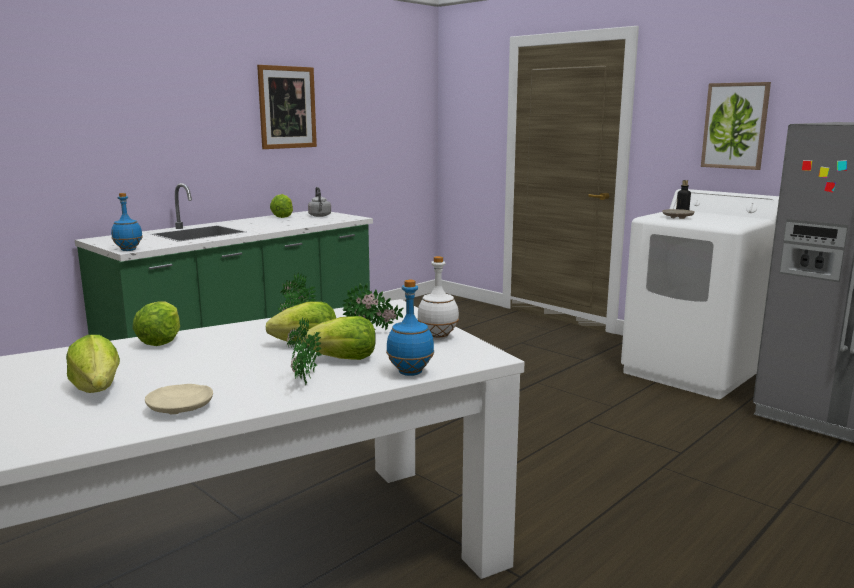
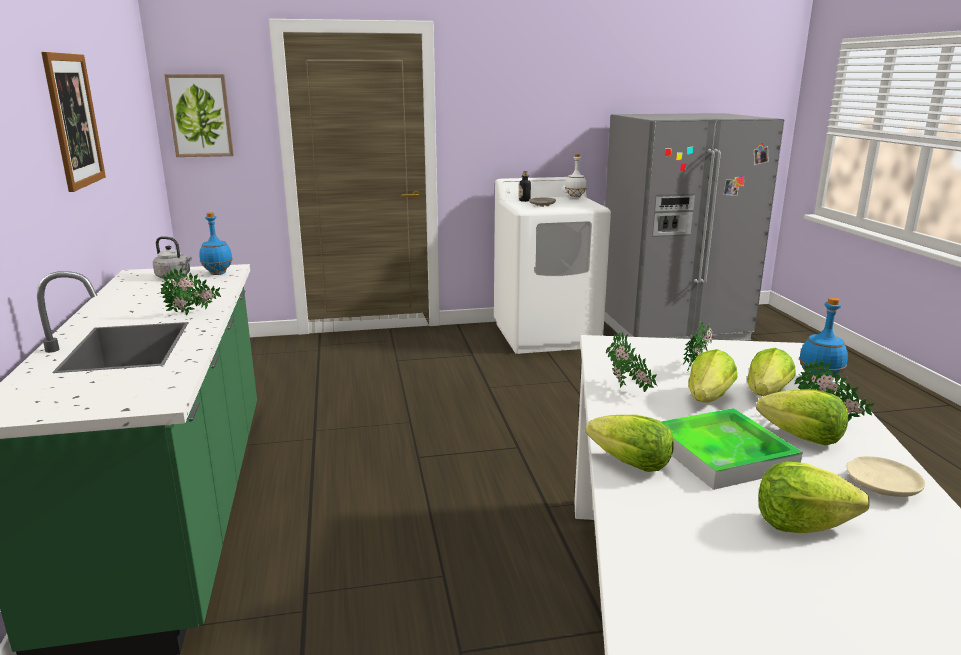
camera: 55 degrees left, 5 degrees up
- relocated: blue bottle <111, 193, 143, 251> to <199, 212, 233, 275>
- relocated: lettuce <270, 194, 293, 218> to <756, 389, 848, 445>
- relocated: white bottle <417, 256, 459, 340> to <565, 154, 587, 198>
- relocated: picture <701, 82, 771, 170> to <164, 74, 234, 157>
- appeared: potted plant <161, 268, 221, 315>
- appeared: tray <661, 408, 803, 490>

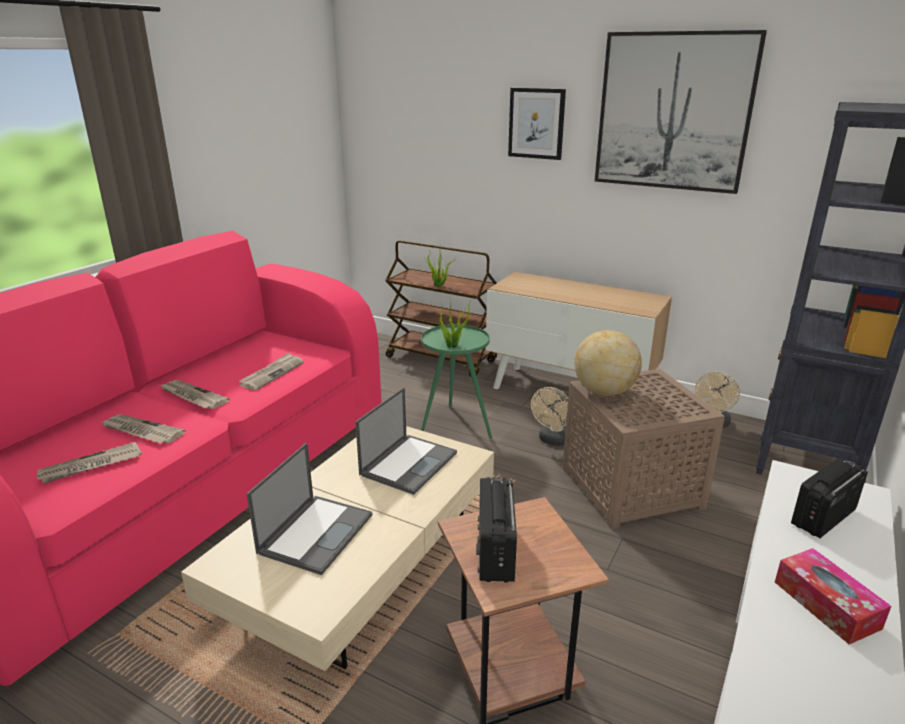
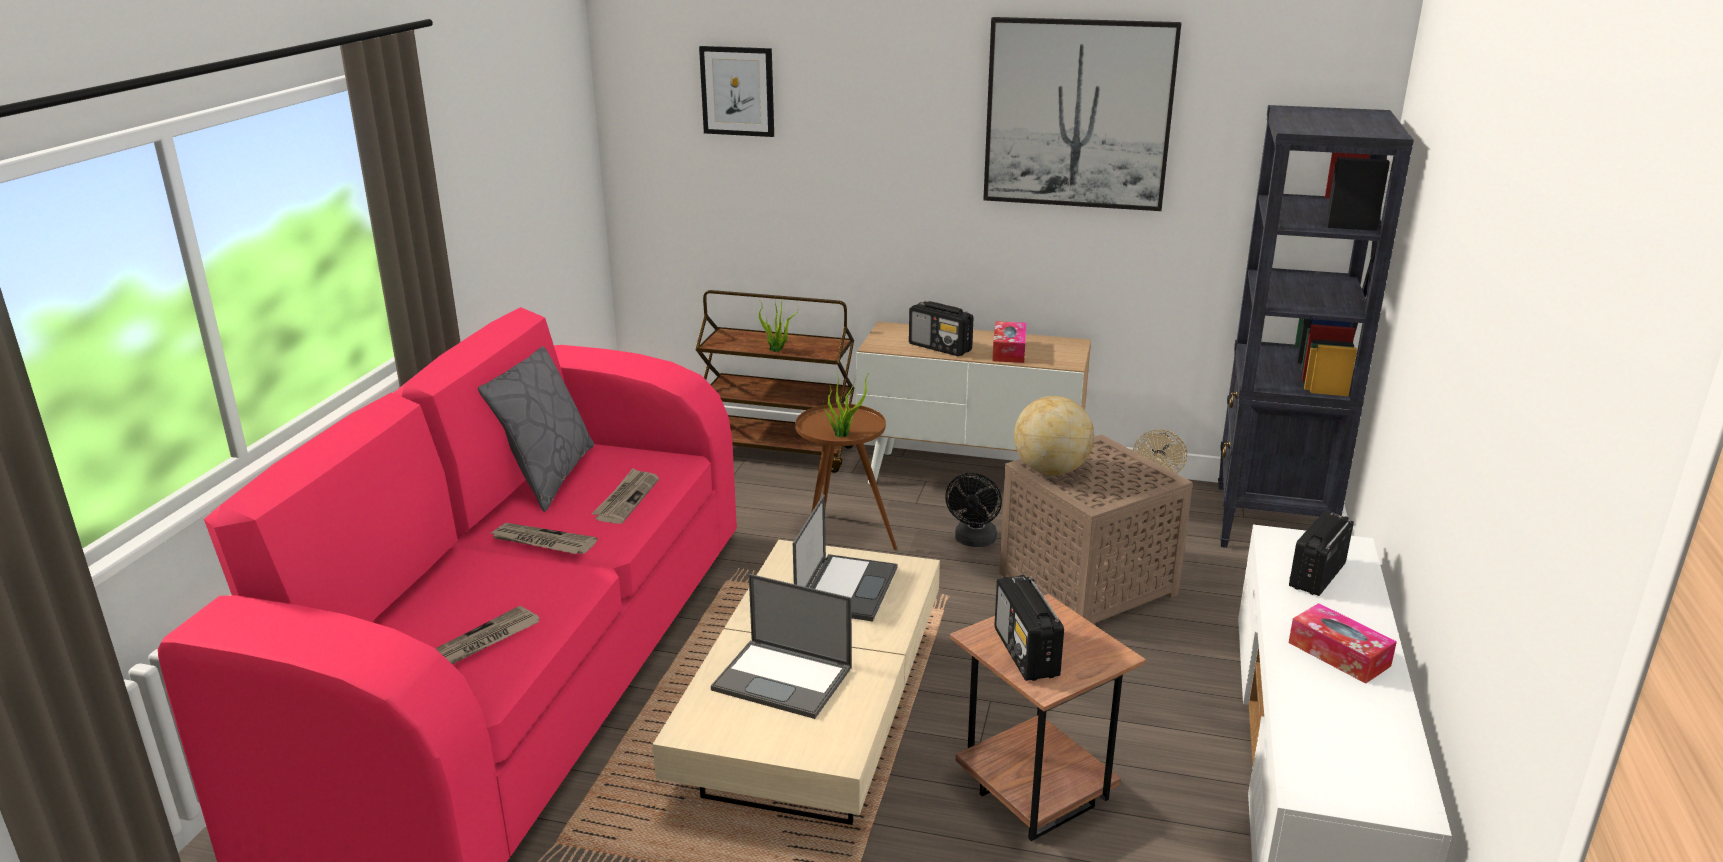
camera: 15 degrees left, 0 degrees up
- missing: newspaper <101, 414, 186, 443>
- spun: laptop <247, 443, 372, 575> = <711, 574, 852, 719> 105 degrees clockwise
- colour: green side table <421, 324, 492, 439> to brown side table <795, 404, 897, 550>
- relocated: picture <508, 88, 566, 160> to <699, 46, 774, 137>
- colour: beige fan <531, 387, 569, 446> to black fan <945, 473, 1002, 547>
- appeared: grey pillow <478, 346, 594, 512>
- appeared: radio <909, 301, 974, 356>
- appeared: tissue box <992, 321, 1026, 363>

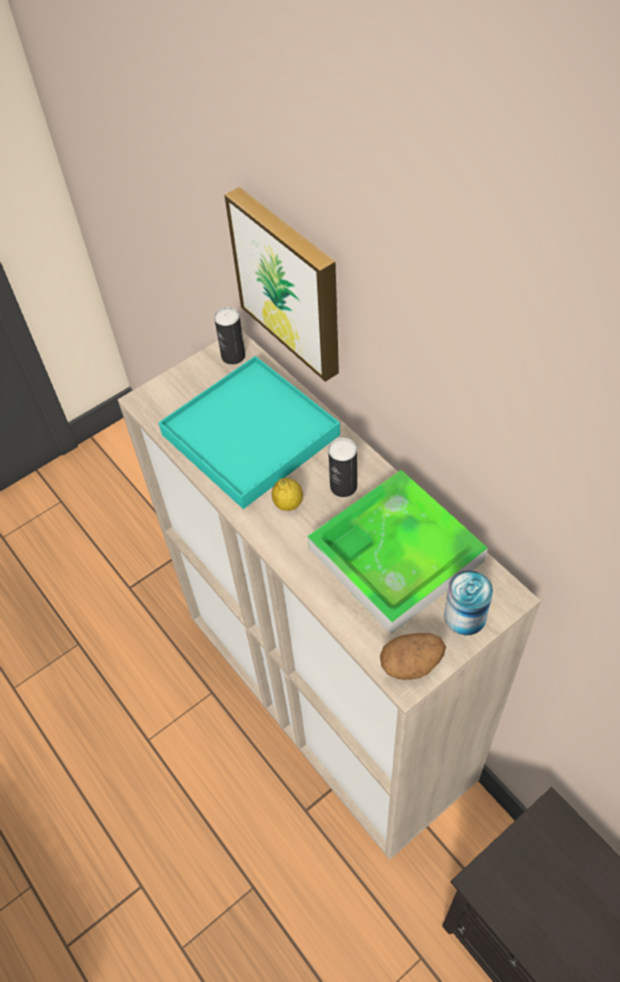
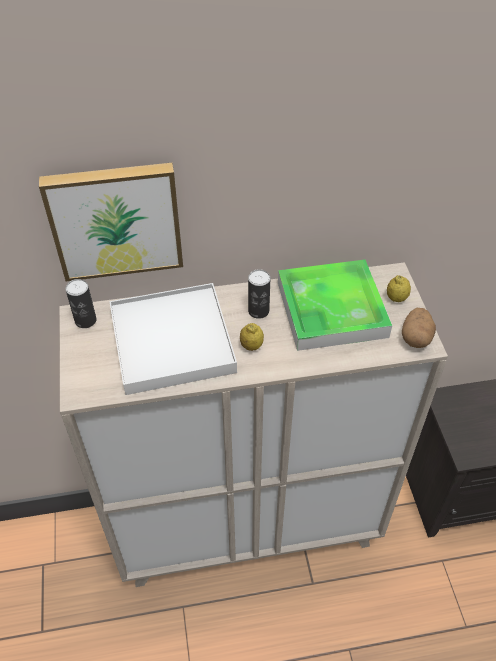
camera: 65 degrees left, 5 degrees down
- colour: turquoise tray <159, 356, 340, 509> to white tray <109, 283, 237, 395>
- exchanged: can <444, 570, 493, 635> to lemon <387, 275, 411, 302>

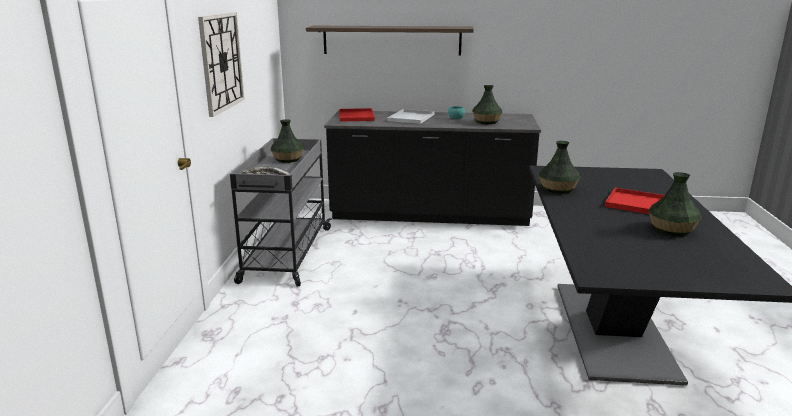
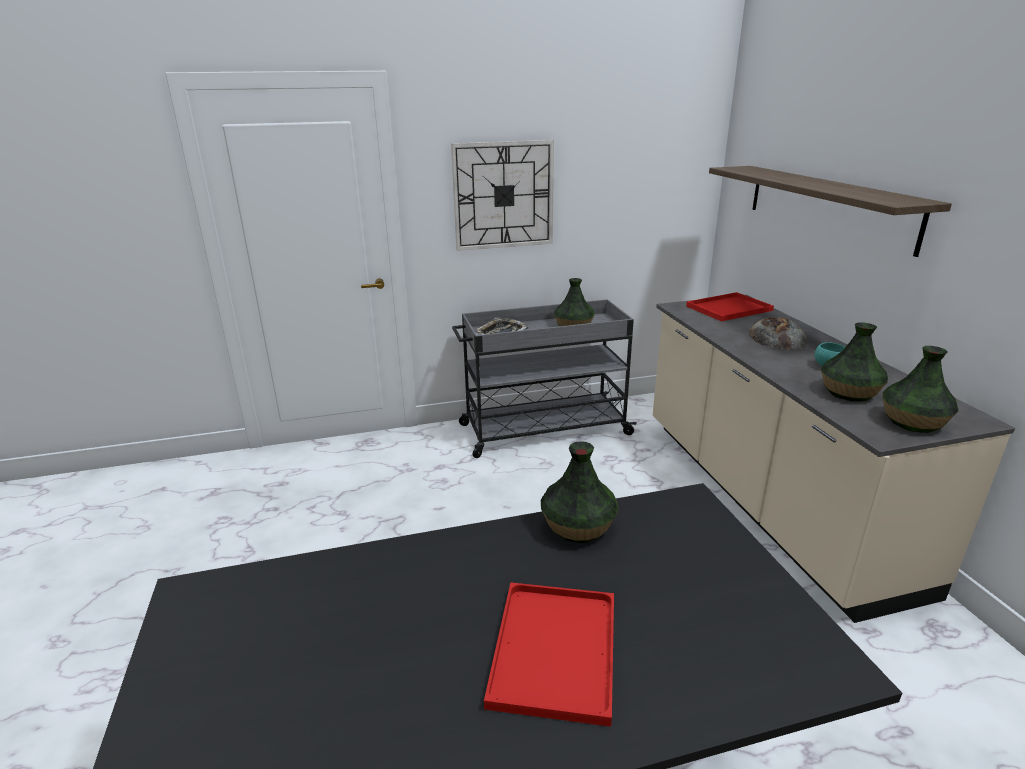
camera: 70 degrees right, 5 degrees up
- colour: black counter <324, 110, 541, 226> to beige counter <653, 295, 1015, 623>
- exchanged: white tray <387, 109, 434, 124> to bread <749, 317, 807, 350>
- relocated: vase <649, 172, 701, 236> to <882, 346, 959, 433>

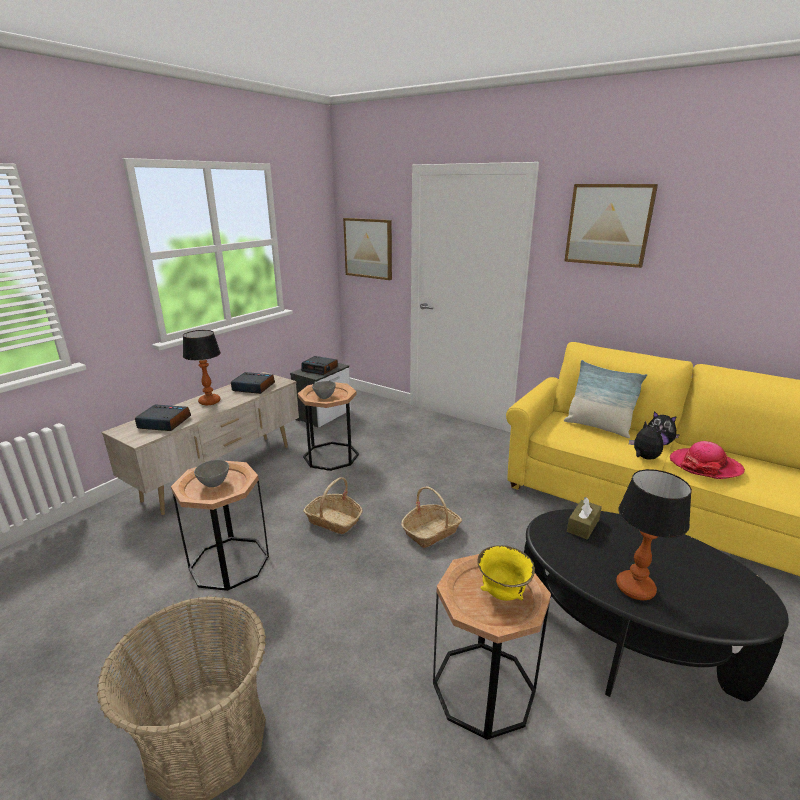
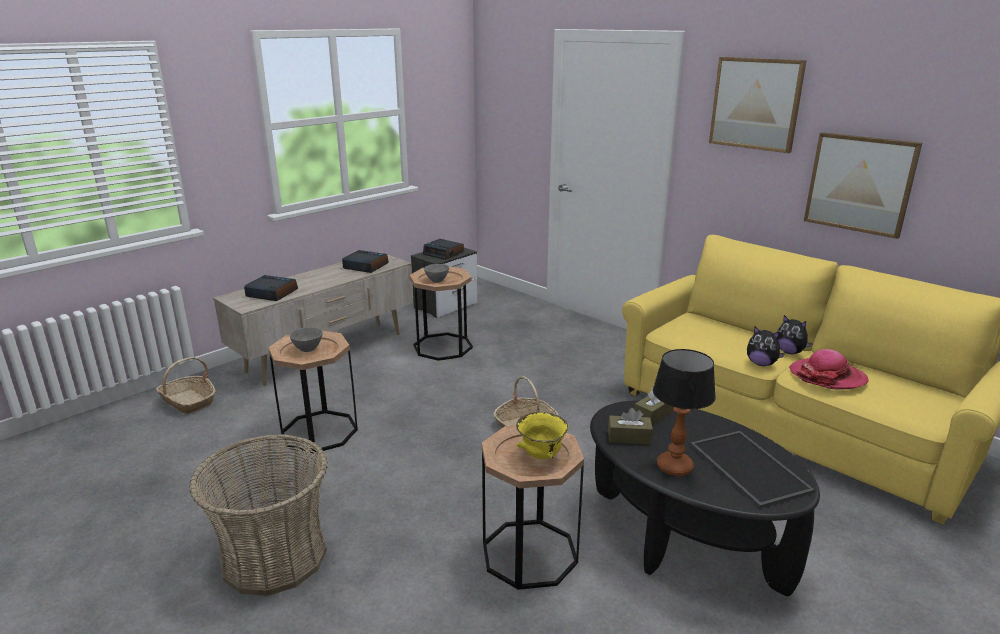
camera: 10 degrees right, 0 degrees up
- missing: table lamp <183, 330, 221, 405>
- relocated: basket <303, 477, 363, 534> to <156, 357, 216, 414>
- relocated: picture <343, 218, 392, 280> to <804, 132, 922, 239>
- missing: pillow <564, 360, 647, 438>
- spun: plush toy <629, 421, 664, 460> = <747, 327, 785, 366> 135 degrees clockwise
- appeared: brown tissue box <608, 408, 653, 445>
- appeared: tray <690, 431, 815, 509>

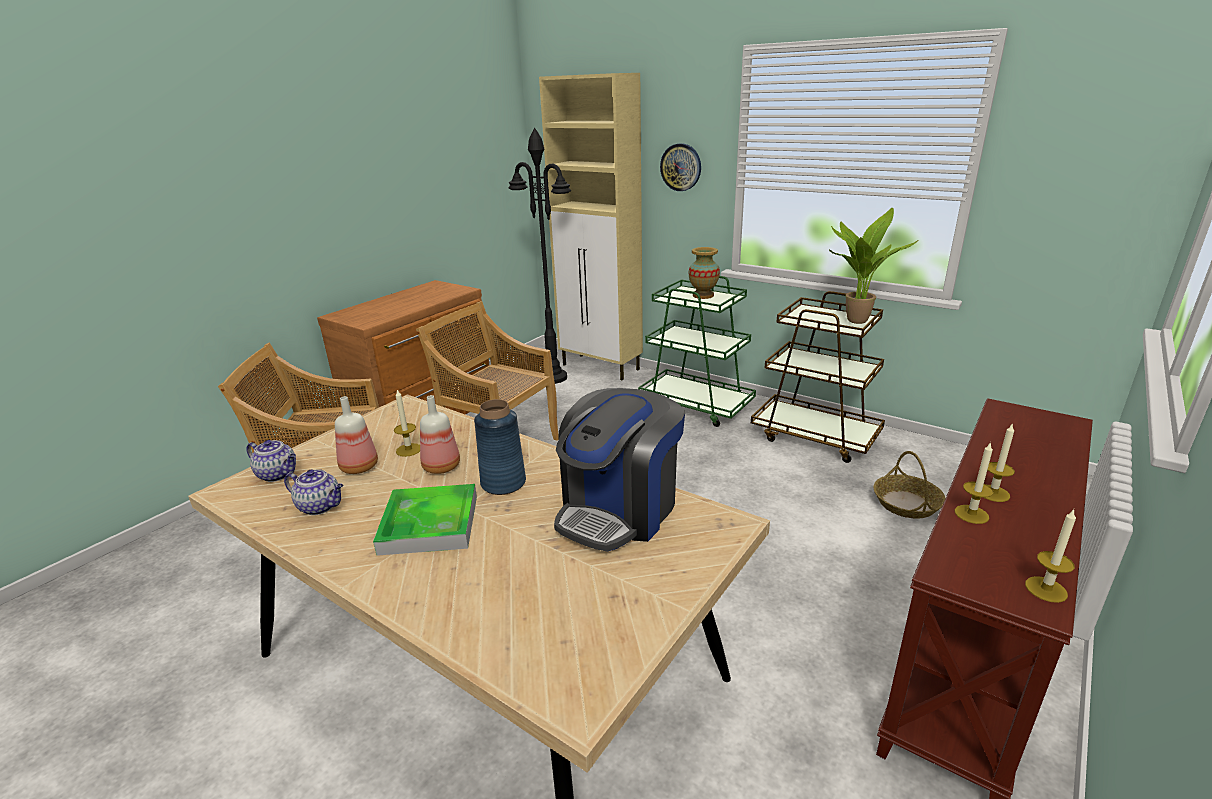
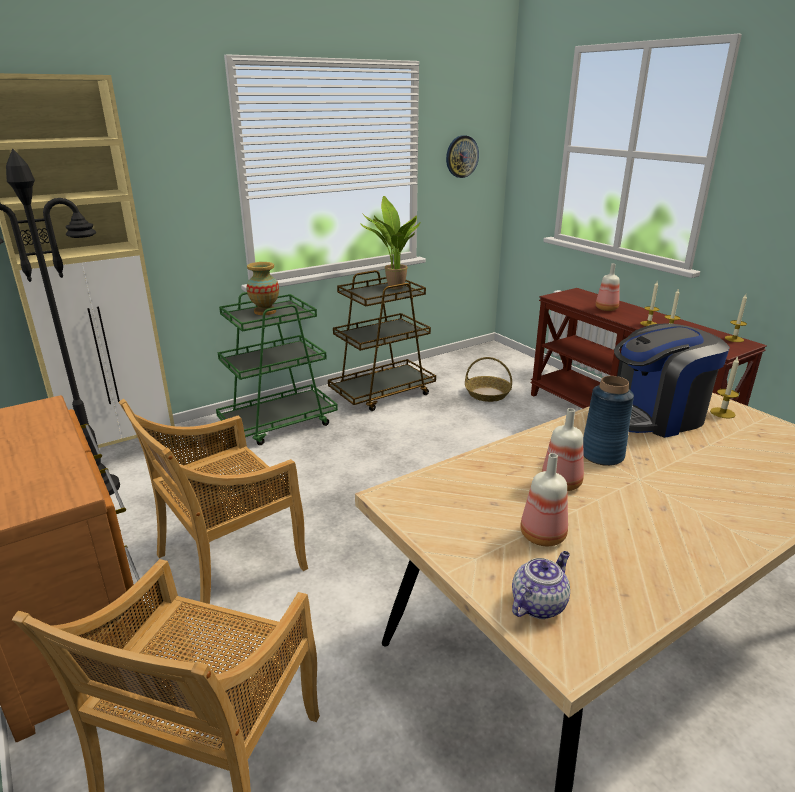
camera: 70 degrees left, 0 degrees up
- missing: teapot <284, 469, 343, 515>
- missing: tray <373, 484, 477, 556>
- relocated: candle <394, 390, 420, 457> to <710, 356, 739, 419>
- spun: coffee machine <554, 388, 685, 552> = <614, 324, 730, 438> 105 degrees clockwise
- relocated: wall clock <660, 143, 701, 191> to <446, 135, 479, 178>
- appeared: bottle <596, 263, 620, 311>

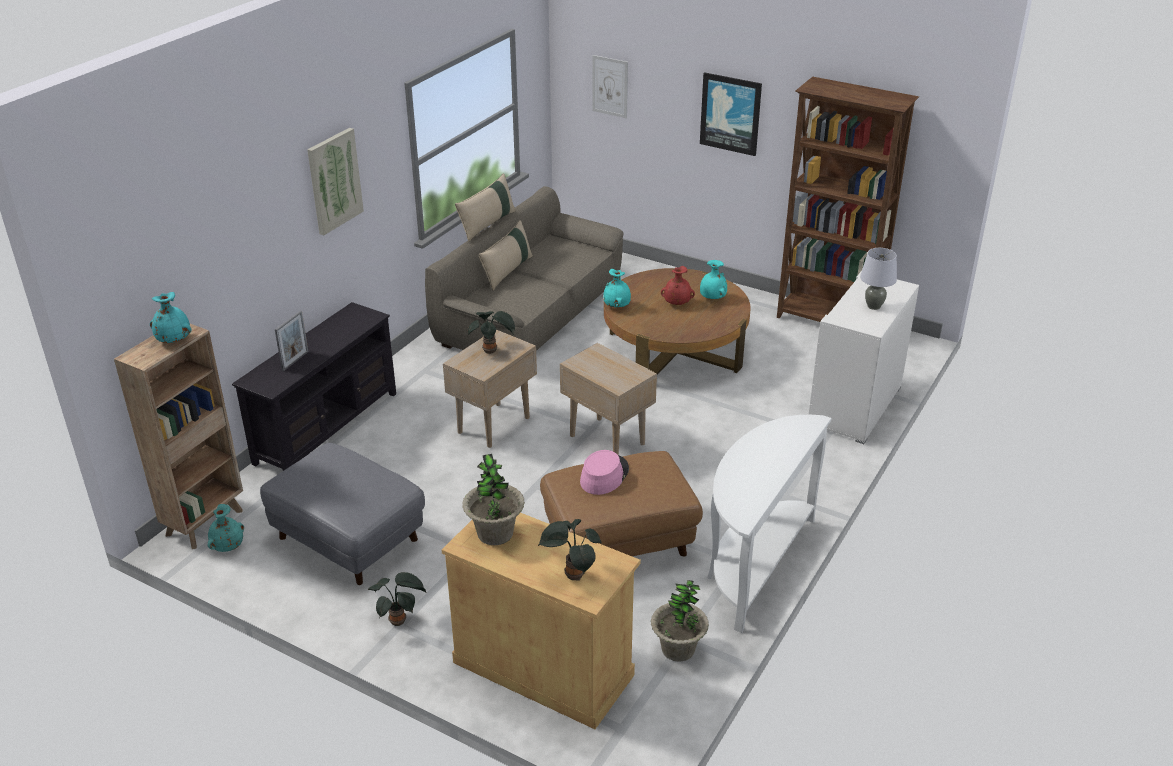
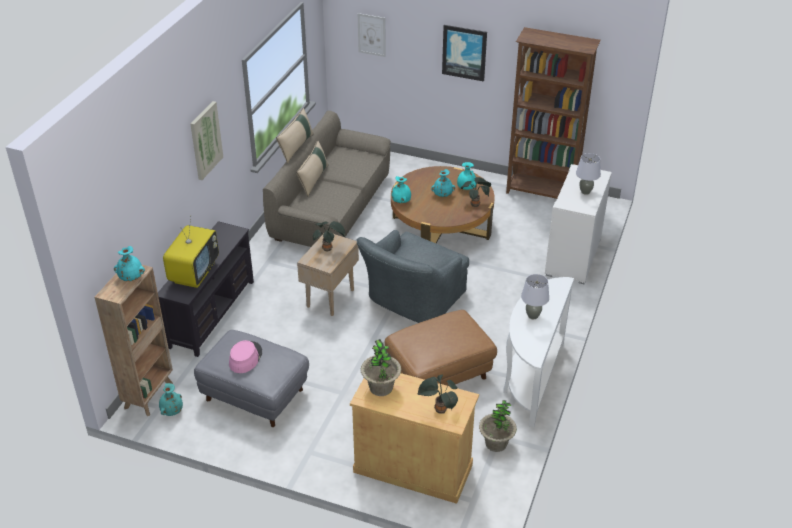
camera: 10 degrees left, 5 degrees up
- exchanged: picture frame <275, 310, 308, 371> to television <163, 216, 219, 288>
- relocated: potted plant <368, 572, 427, 626> to <461, 177, 491, 207>
- exchanged: beige side table <560, 343, 657, 455> to grey armchair <356, 230, 469, 323>
- relocated: pink hat <580, 450, 629, 495> to <229, 340, 262, 373>
- colour: red vase <661, 266, 695, 305> to turquoise vase <431, 169, 455, 197>
- appeared: grey table lamp <521, 274, 549, 319>

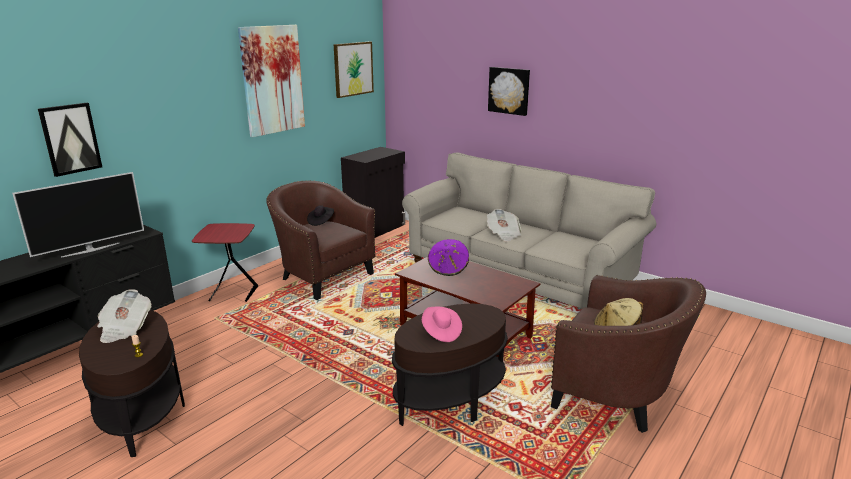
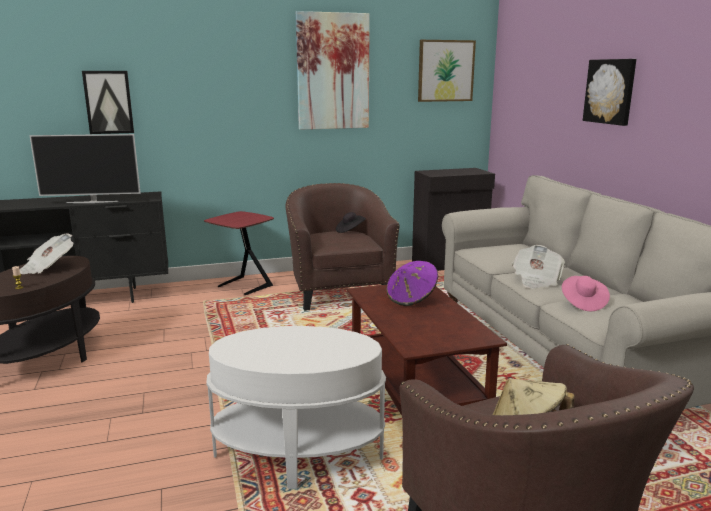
camera: 35 degrees right, 5 degrees down
- colour: brown side table <392, 303, 508, 426> to white side table <206, 326, 386, 489>
- relocated: pink hat <422, 307, 462, 342> to <562, 276, 610, 311>

